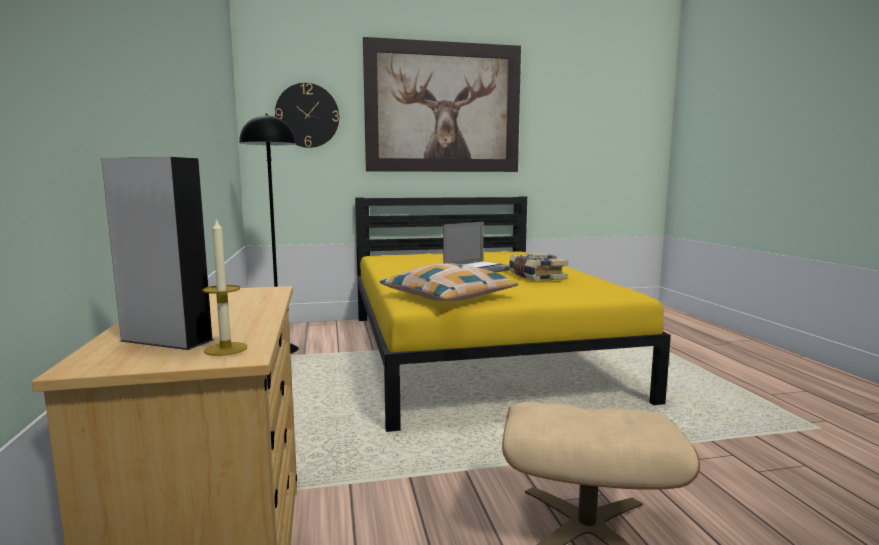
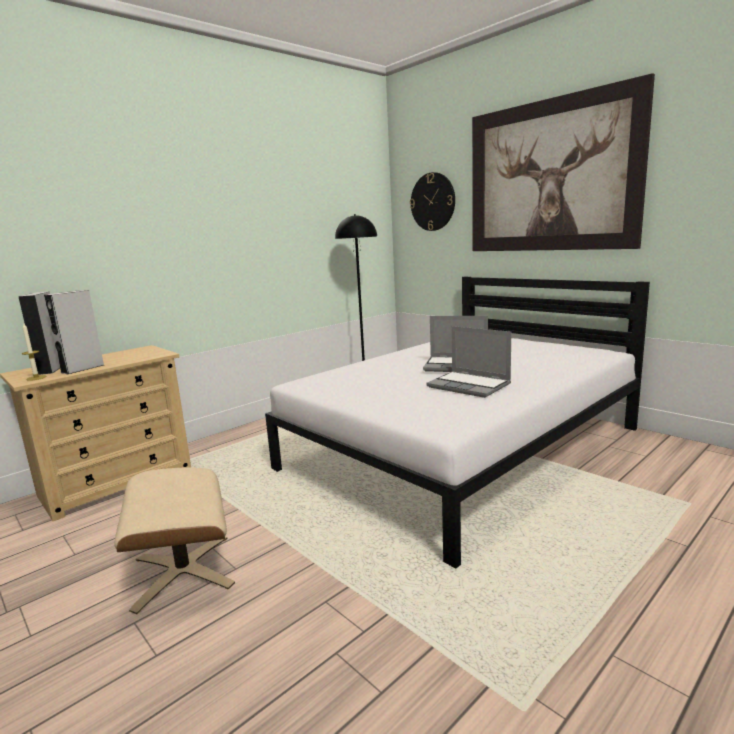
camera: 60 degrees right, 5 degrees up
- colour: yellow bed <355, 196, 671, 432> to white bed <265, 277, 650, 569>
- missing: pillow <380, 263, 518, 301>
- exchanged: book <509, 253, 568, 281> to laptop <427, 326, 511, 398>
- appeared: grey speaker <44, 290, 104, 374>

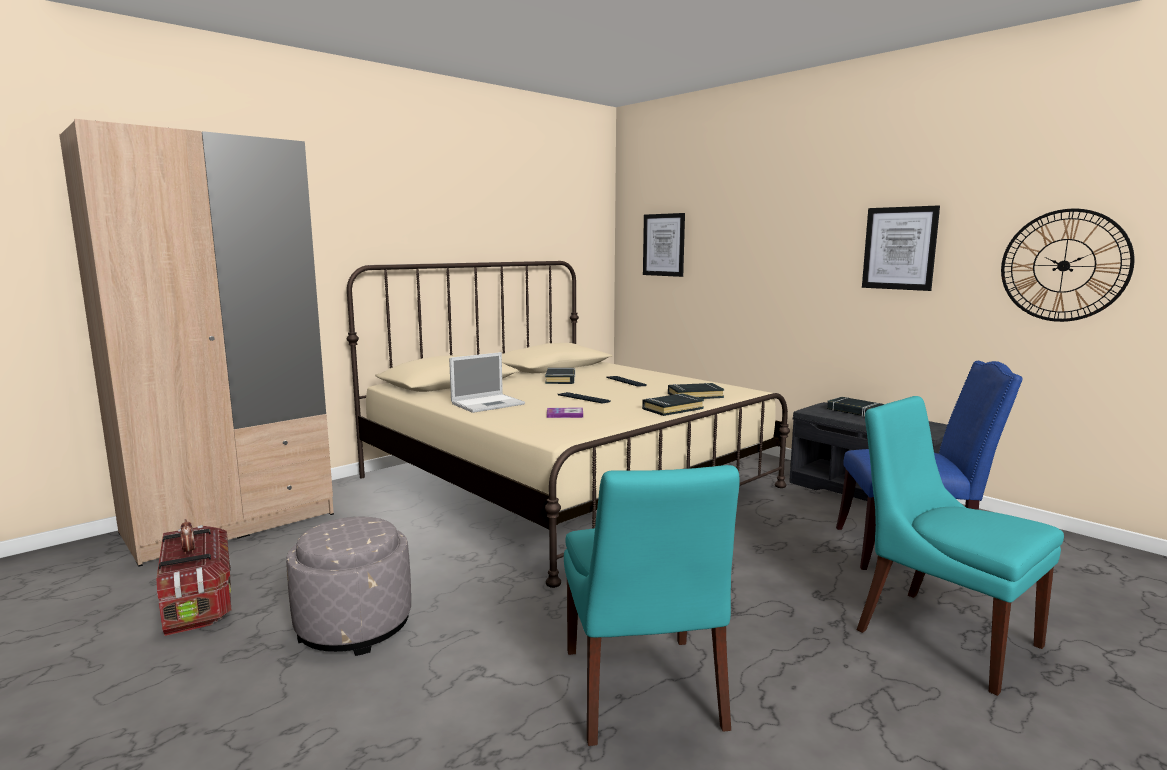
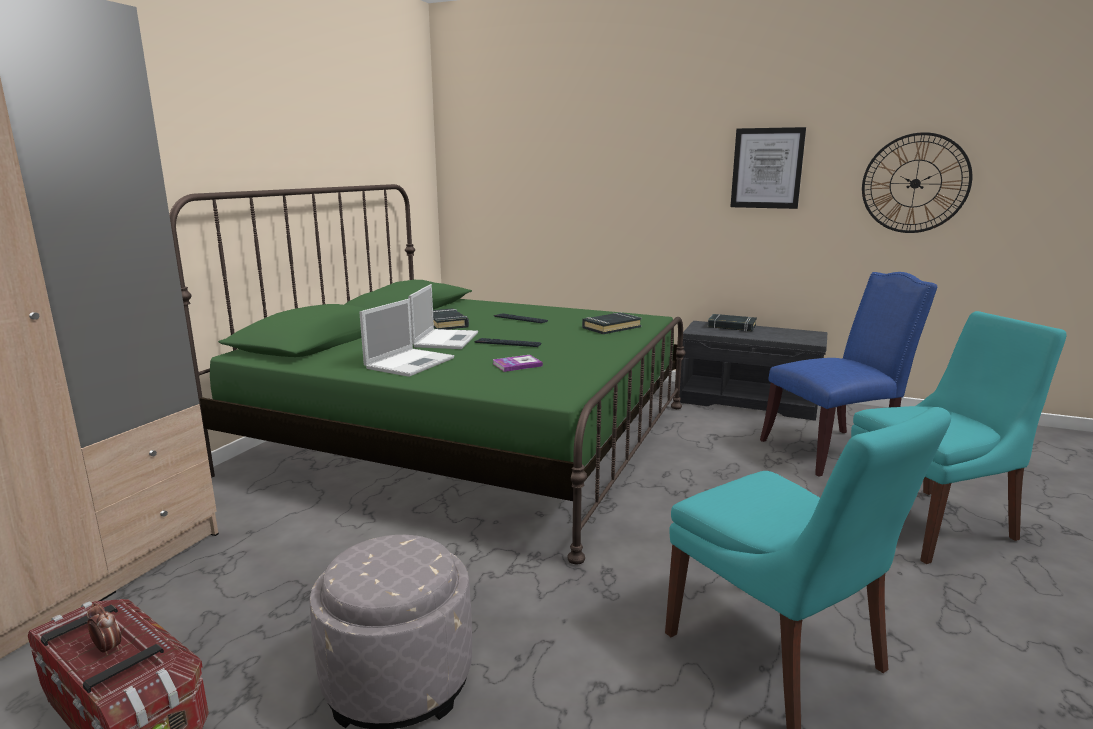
camera: 25 degrees left, 5 degrees up
- colour: beige bed <347, 261, 790, 588> to green bed <169, 184, 685, 564>
- missing: black book <642, 393, 704, 416>
- missing: picture <643, 213, 685, 277>
- spun: turquoise chair <857, 396, 1064, 696> = <851, 311, 1066, 564> 135 degrees clockwise
- appeared: laptop <408, 284, 478, 349>

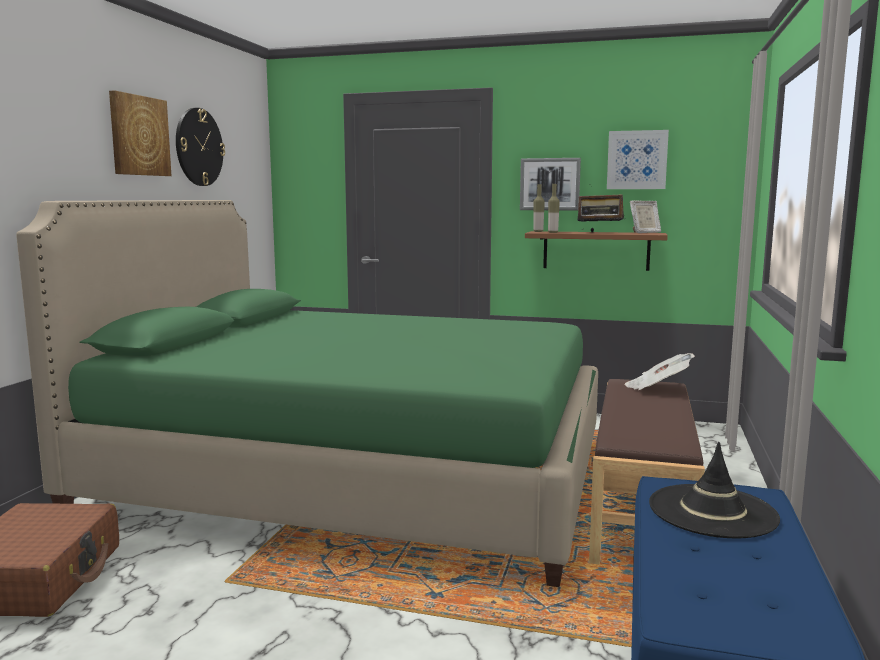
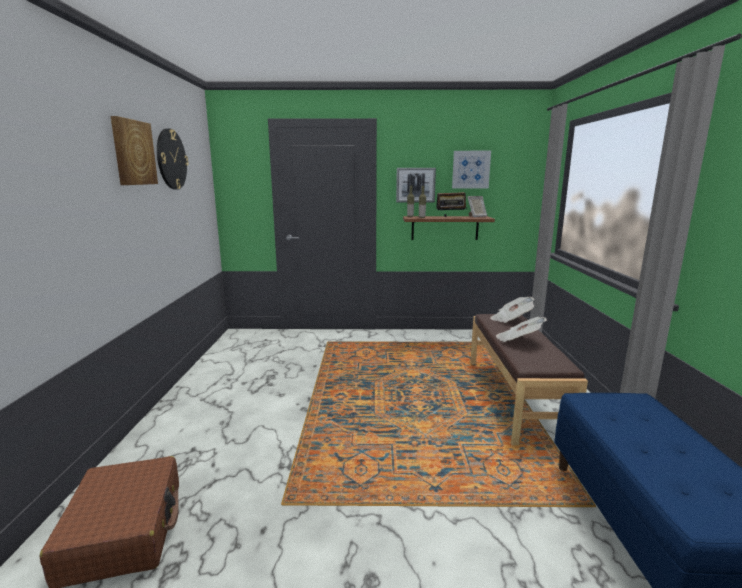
camera: 15 degrees left, 5 degrees up
- missing: green bed <16, 200, 598, 587>
- missing: black hat <649, 442, 780, 539>
- appeared: newspaper <496, 317, 547, 342>

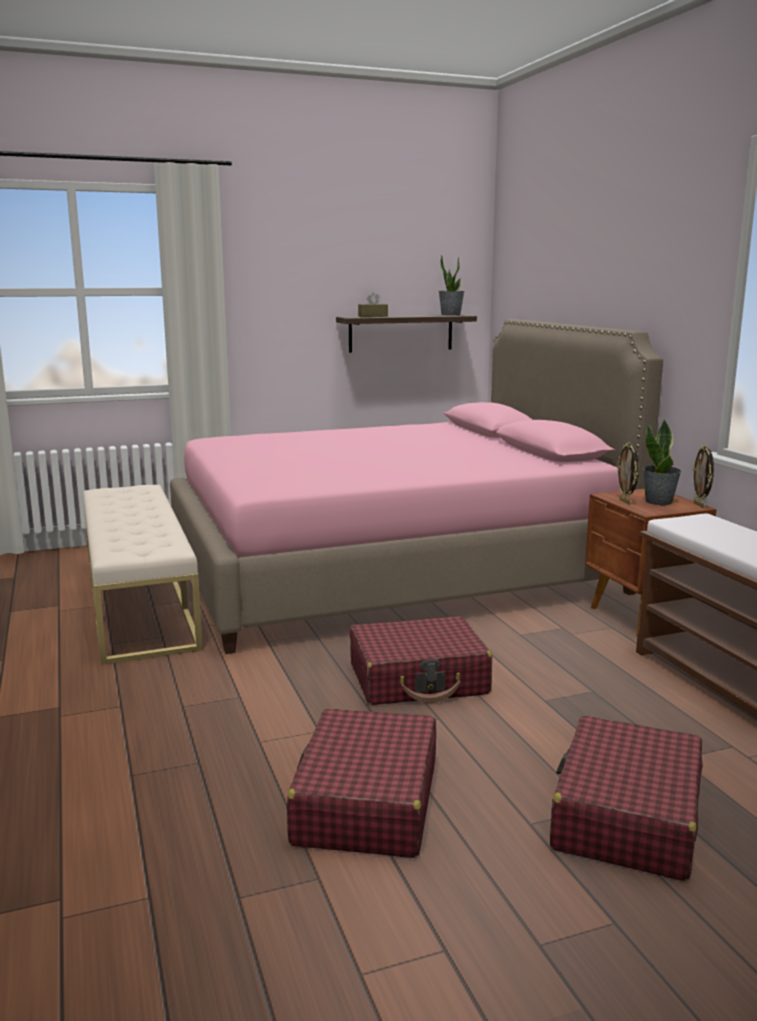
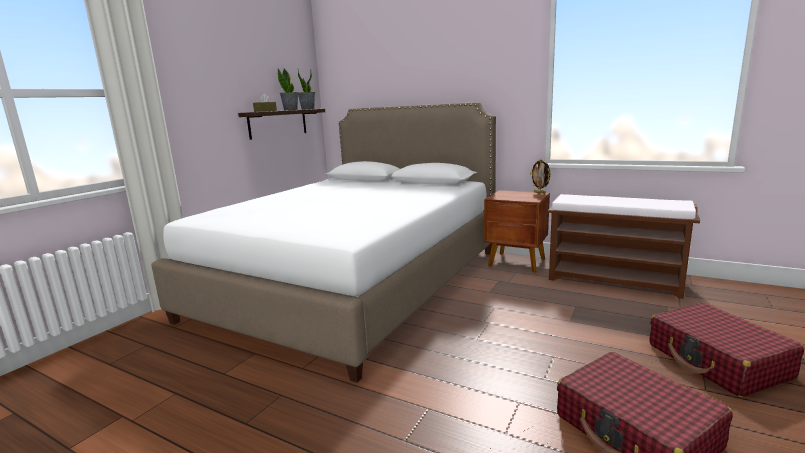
camera: 40 degrees left, 0 degrees up
- missing: beige bench <83, 485, 203, 665>
- colour: pink bed <170, 319, 663, 654> to white bed <152, 102, 496, 383>
- missing: red suitcase <350, 616, 492, 705>
- missing: picture frame <617, 442, 639, 505>
- relocated: potted plant <643, 419, 681, 505> to <278, 68, 299, 110>

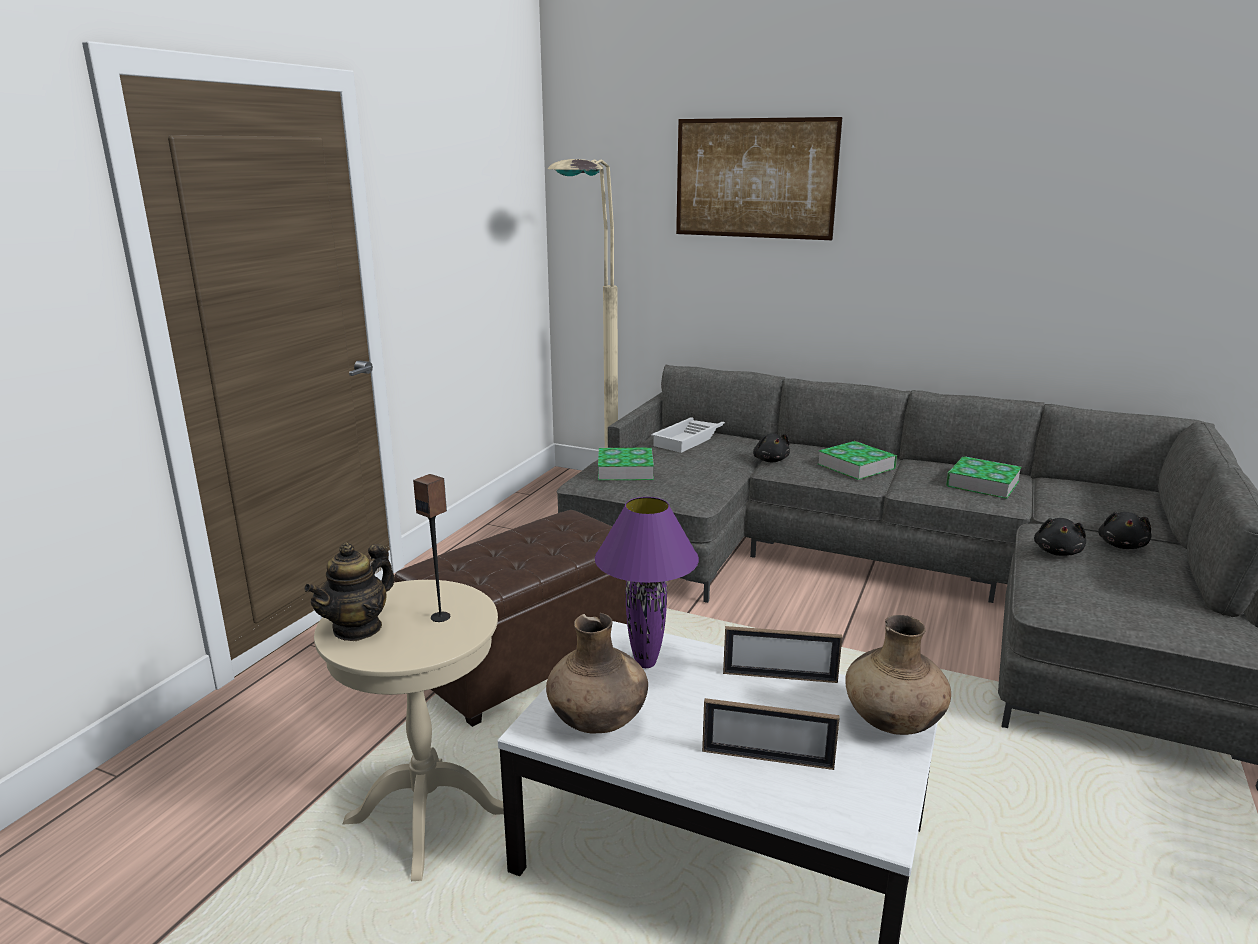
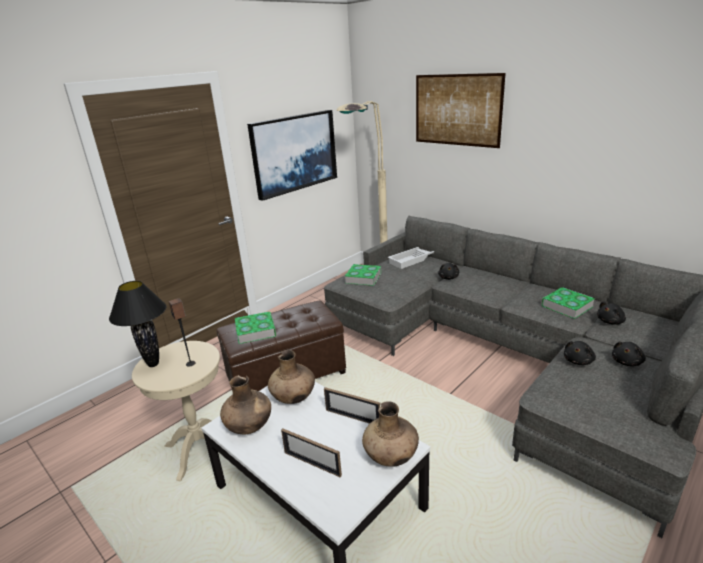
camera: 20 degrees right, 5 degrees up
- exchanged: teapot <304, 542, 395, 641> to black table lamp <109, 281, 166, 367>
- exchanged: purple table lamp <595, 497, 699, 668> to brown vase <268, 350, 315, 404>
- relocated: book <818, 441, 897, 480> to <235, 311, 276, 344>
- appeared: picture <247, 110, 337, 201>
- appeared: black plush toy <597, 301, 626, 325>

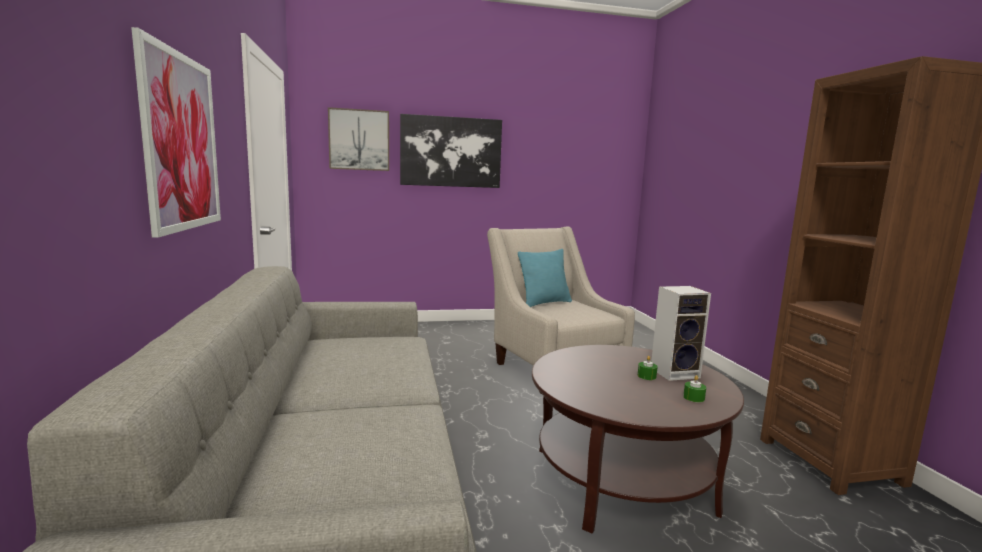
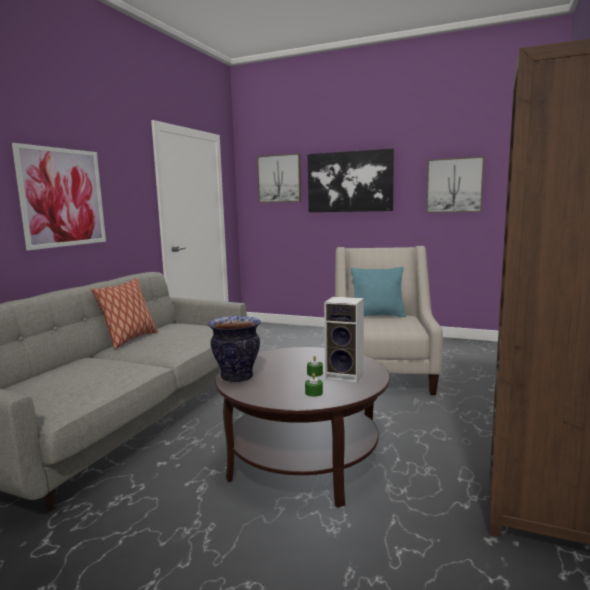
camera: 35 degrees right, 0 degrees up
- appeared: pillow <91, 278, 158, 349>
- appeared: vase <208, 316, 261, 383>
- appeared: picture <426, 156, 484, 213>

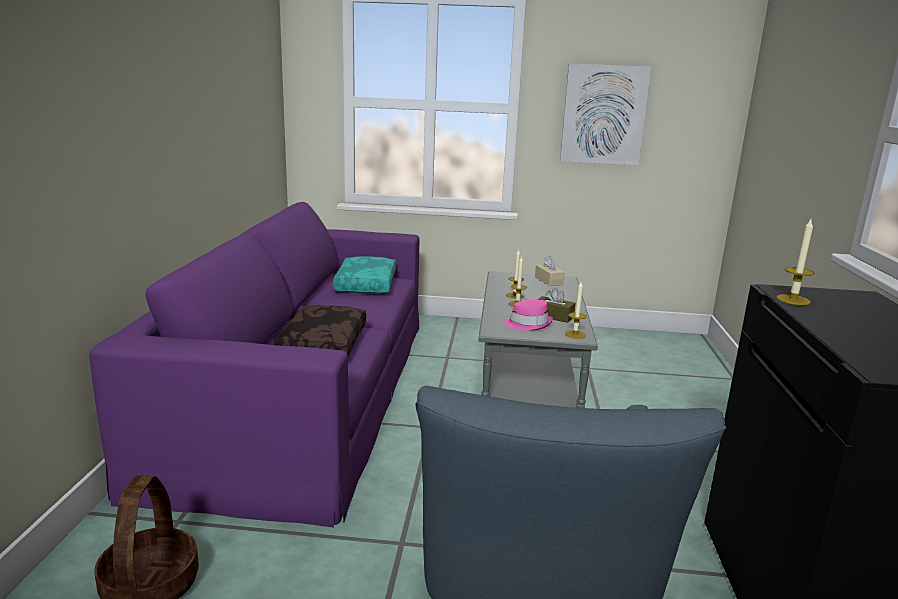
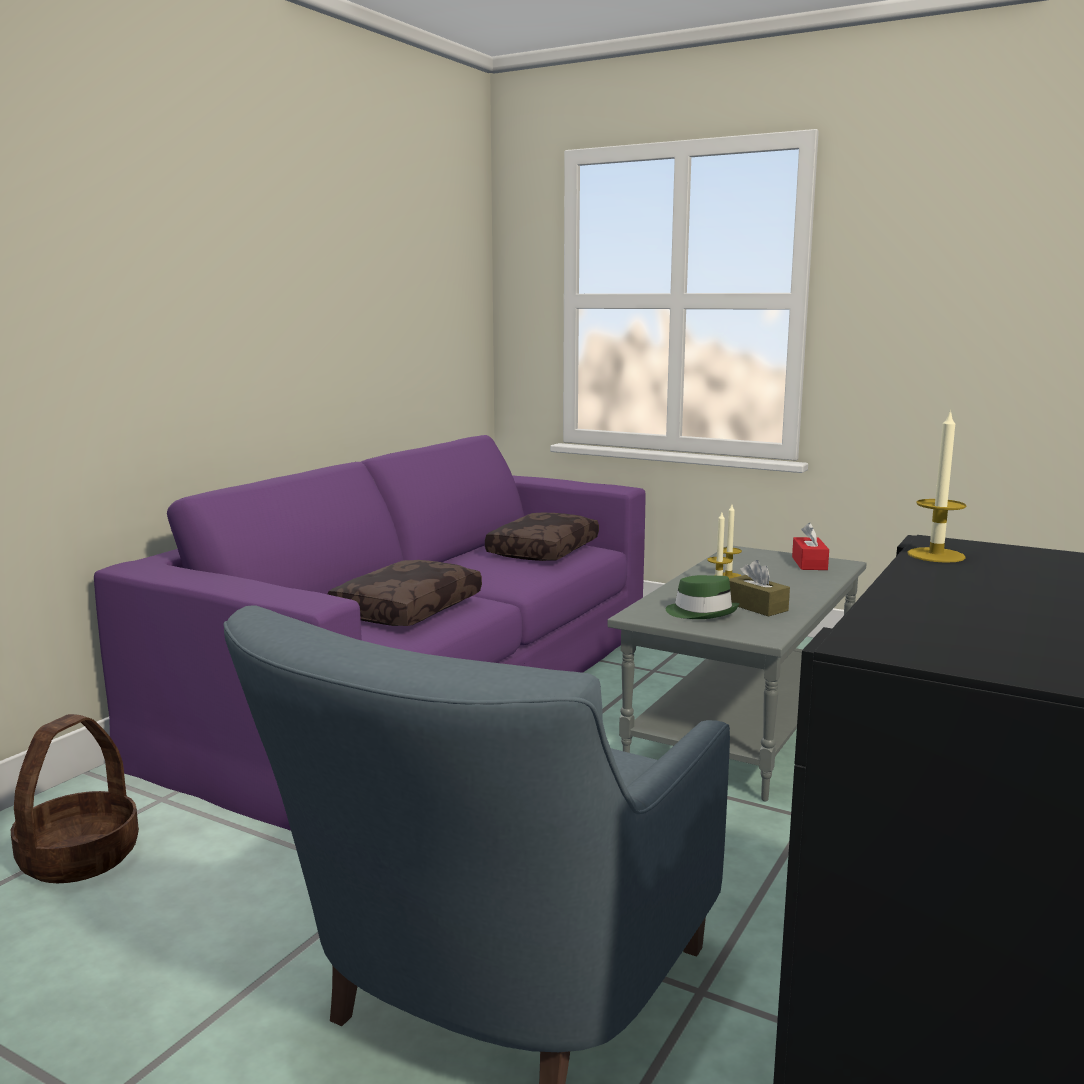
camera: 25 degrees right, 5 degrees down
- colour: turquoise pillow <333, 256, 396, 293> to brown pillow <485, 513, 599, 561>
- colour: pink hat <504, 300, 553, 331> to green hat <666, 575, 739, 619>
- colour: beige tissue box <535, 256, 565, 286> to red tissue box <792, 523, 829, 570>
- missing: picture <560, 64, 651, 165>
- missing: candle <565, 282, 587, 339>

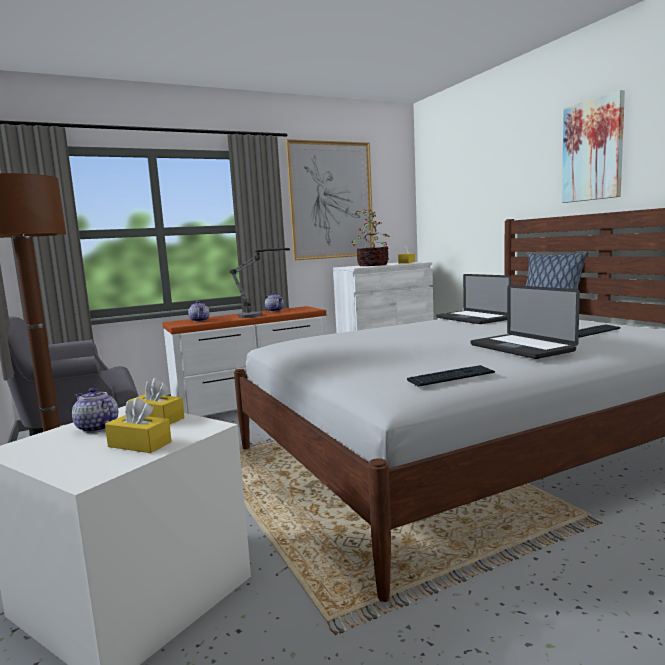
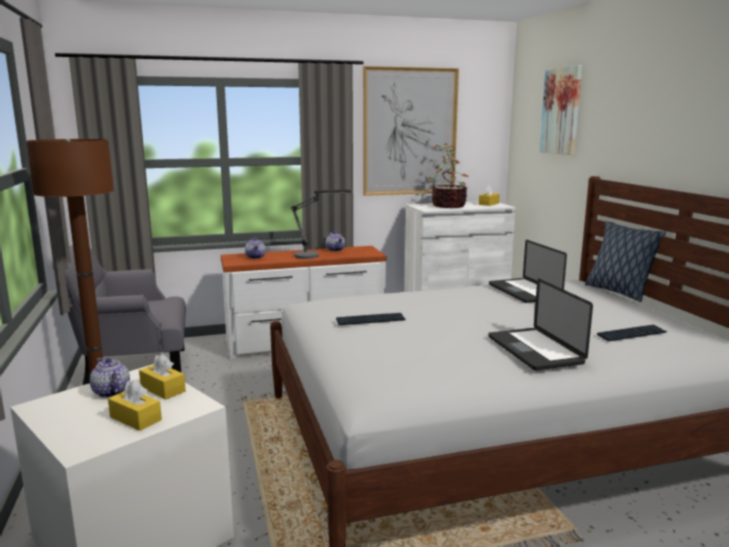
camera: 10 degrees right, 5 degrees up
- relocated: keyboard <407, 365, 495, 387> to <336, 313, 406, 325>
- relocated: picture <562, 90, 625, 203> to <539, 65, 582, 155>

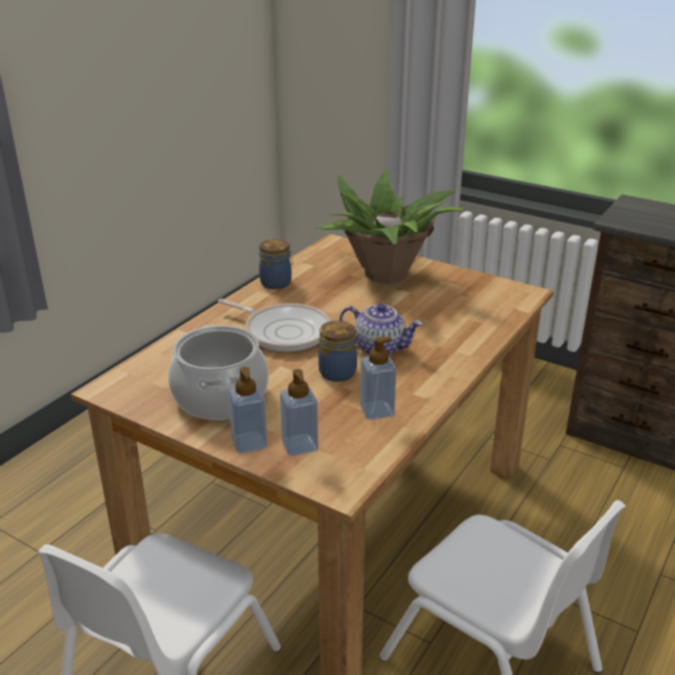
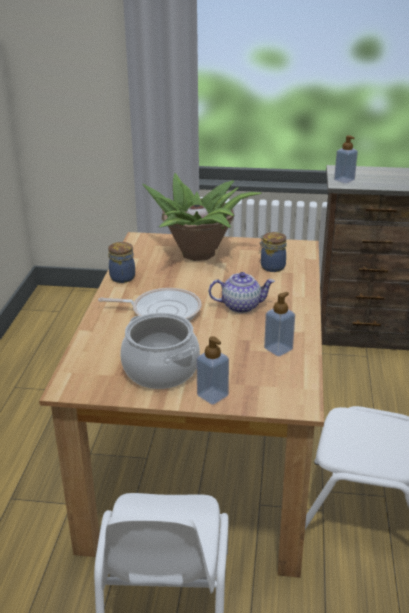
camera: 25 degrees left, 0 degrees up
- relocated: soap dispenser <280, 369, 318, 456> to <334, 135, 358, 183>
- relocated: jar <318, 321, 357, 382> to <259, 232, 286, 272>

